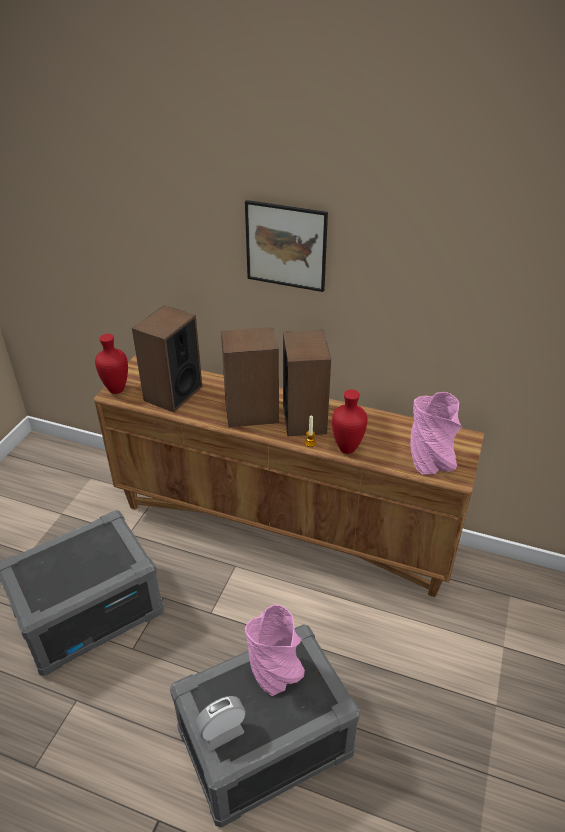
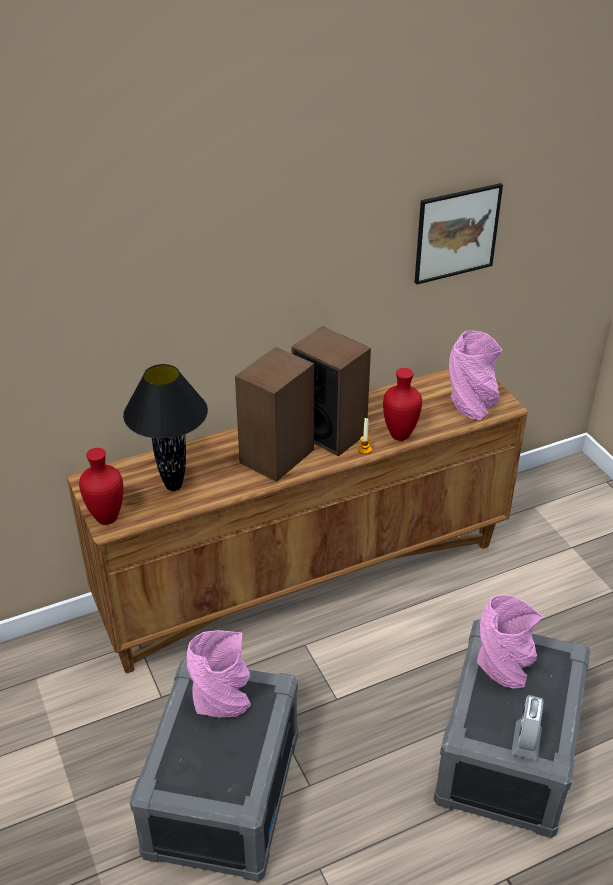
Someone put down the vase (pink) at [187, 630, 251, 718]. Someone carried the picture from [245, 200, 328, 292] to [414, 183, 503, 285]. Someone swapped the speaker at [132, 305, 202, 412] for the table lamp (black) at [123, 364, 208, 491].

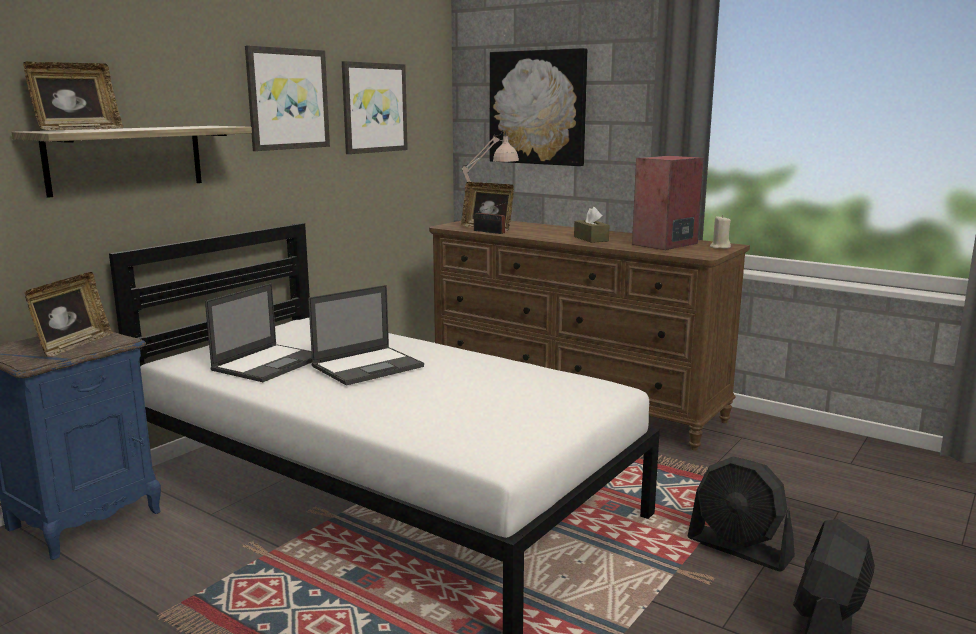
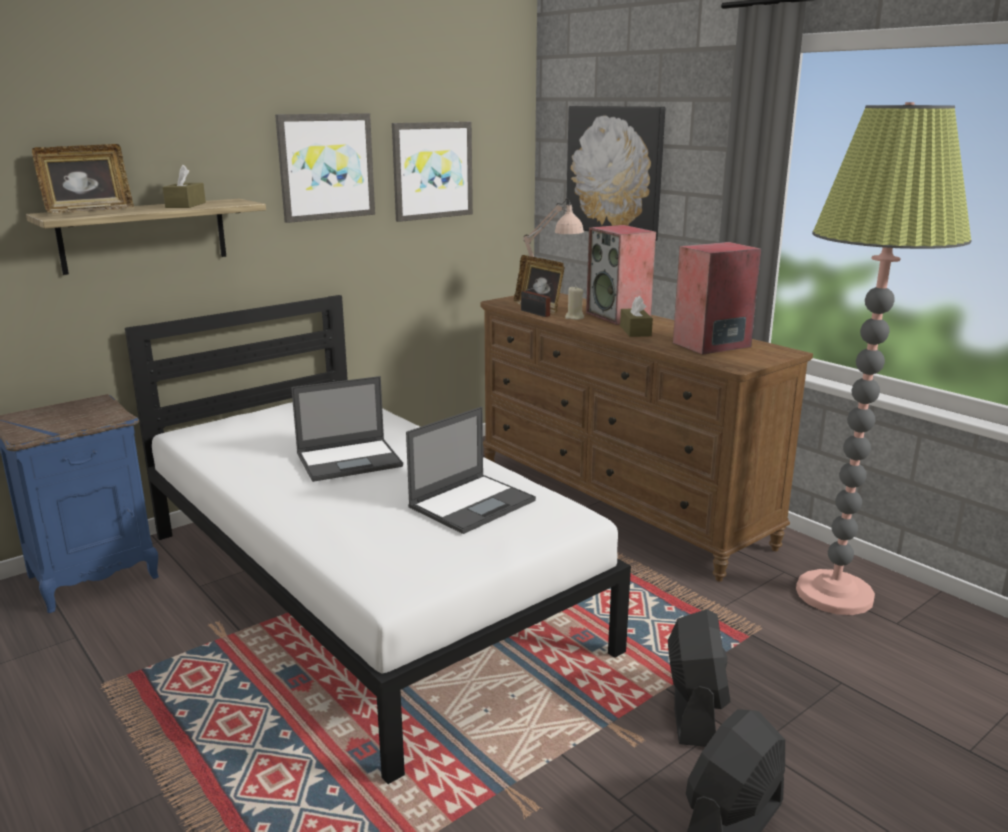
Someone took away the picture frame at [25, 272, 113, 357]. Someone put down the tissue box (brown) at [162, 165, 206, 208]. Someone put down the speaker at [586, 225, 656, 325]. Someone put down the floor lamp at [796, 102, 972, 615]. Someone carried the laptop from [205, 283, 312, 382] to [406, 407, 536, 534]. Someone carried the candle (beige) from [710, 215, 731, 249] to [565, 287, 584, 320]. Someone rotated the fan (black) at [687, 457, 795, 571] by 135 degrees counterclockwise.

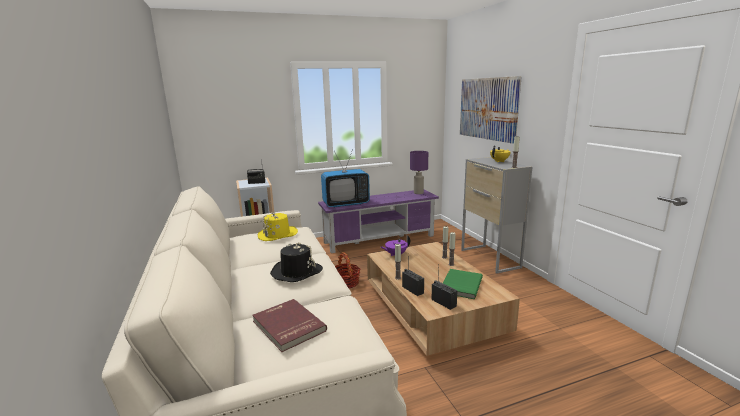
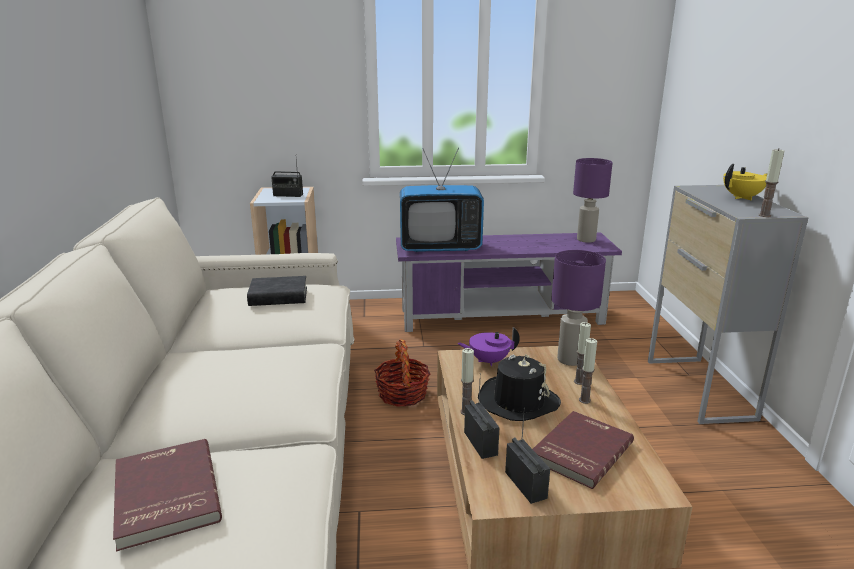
Someone took away the picture at [460, 76, 522, 144]. Someone put down the table lamp (purple) at [551, 250, 606, 366]. Someone carried the hat (black) from [270, 242, 323, 282] to [478, 354, 561, 421]. Someone swapped the hat (yellow) at [258, 212, 298, 241] for the book (black) at [247, 276, 307, 306]. Someone repainted the book (green) at [443, 269, 483, 299], which became the book (red) at [533, 411, 634, 489].

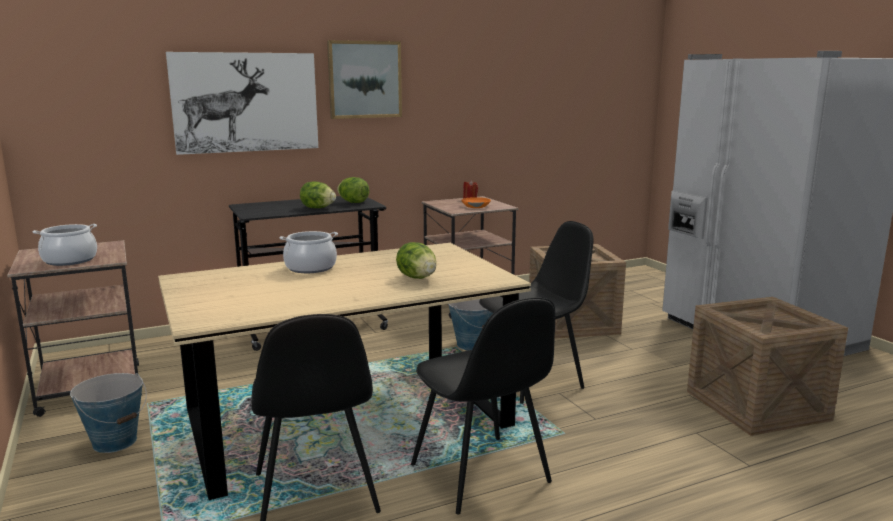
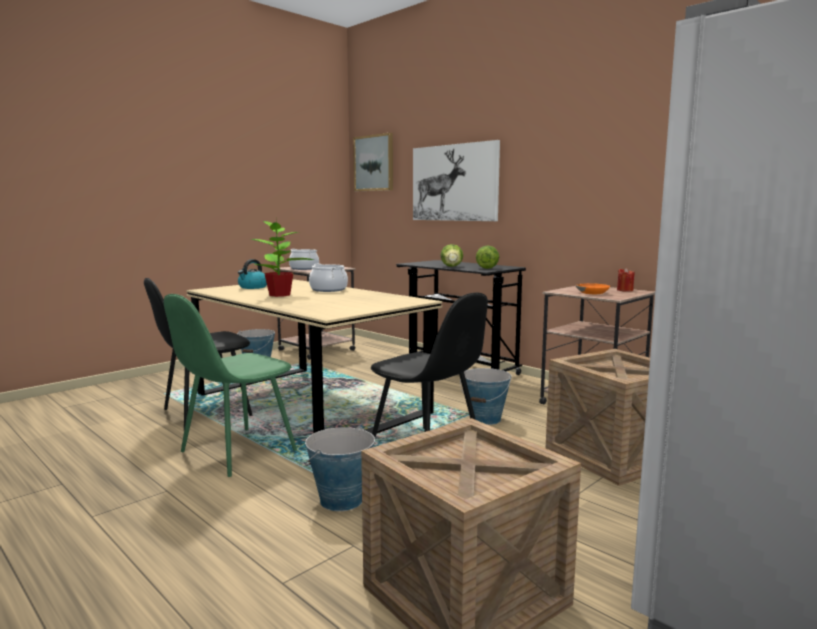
Someone took away the lettuce at [396, 242, 436, 279]. Someone put down the kettle at [238, 259, 267, 289]. Someone put down the potted plant at [251, 218, 314, 297]. Someone put down the bucket at [305, 426, 375, 511]. Someone carried the picture from [327, 40, 402, 119] to [353, 133, 393, 191]. Someone repainted the chair (black) at [411, 297, 555, 514], which became the chair (green) at [164, 294, 297, 477].

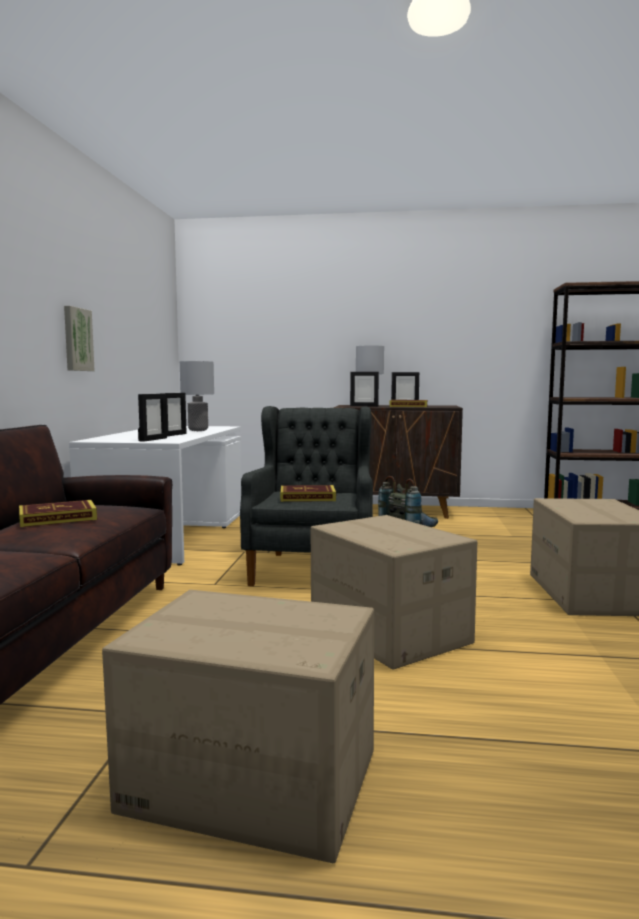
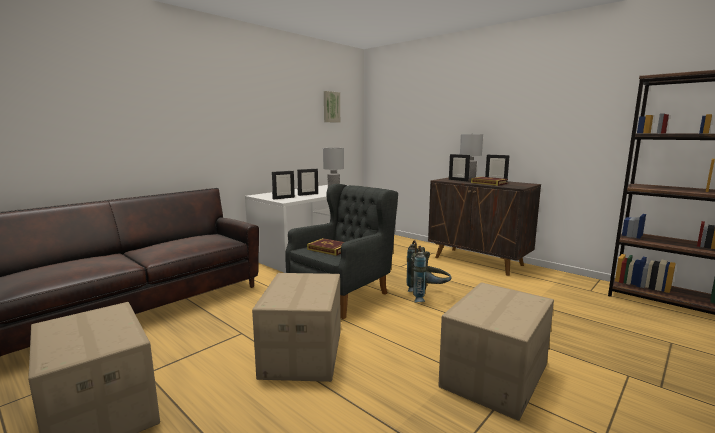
Someone took away the book at [19, 500, 97, 527]. Someone carried the picture from [64, 306, 95, 371] to [324, 91, 340, 123].

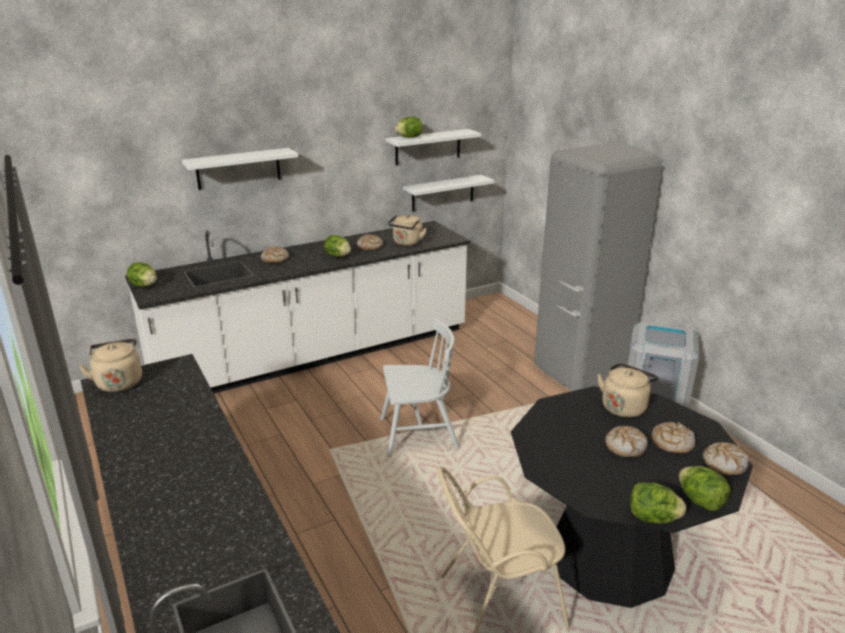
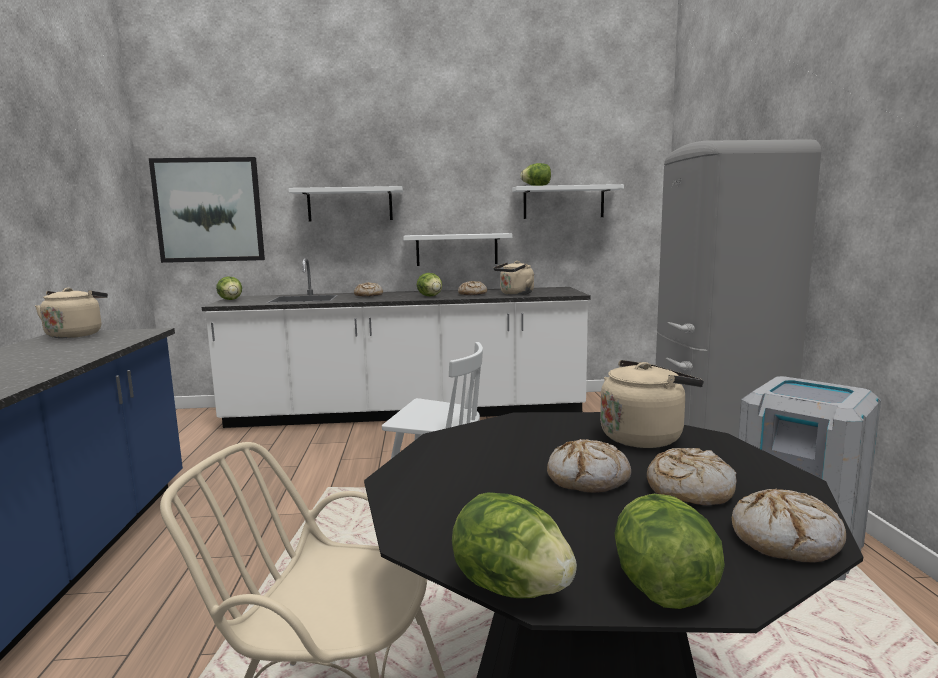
Someone put up the picture at [149, 157, 265, 263]. Someone carried the shelf (white) from [403, 175, 494, 211] to [403, 233, 512, 266].

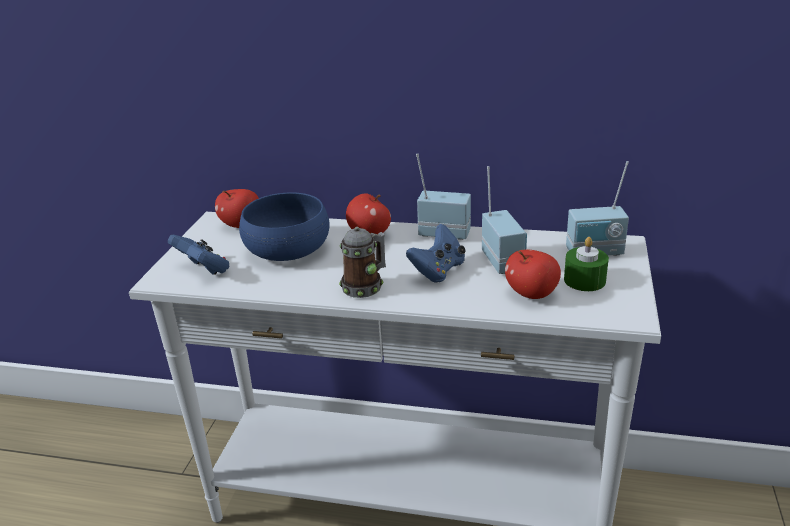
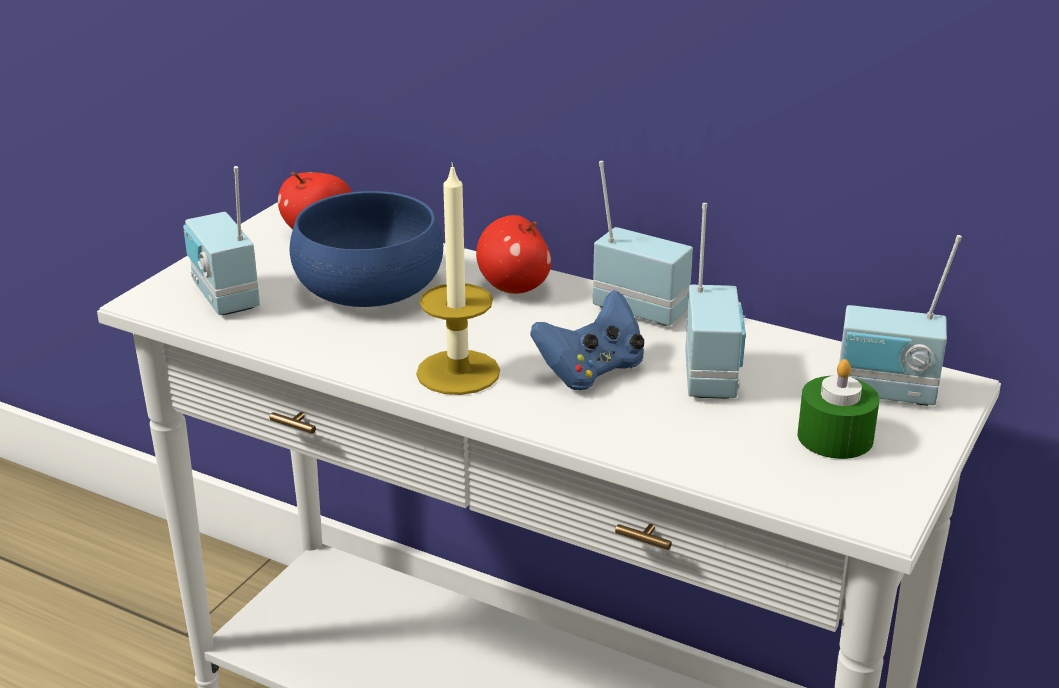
Someone took away the apple at [505, 249, 561, 299]. Someone swapped the game controller (blue) at [168, 234, 230, 275] for the radio at [183, 166, 260, 315]. Someone swapped the mug at [339, 227, 386, 298] for the candle at [416, 163, 500, 395].

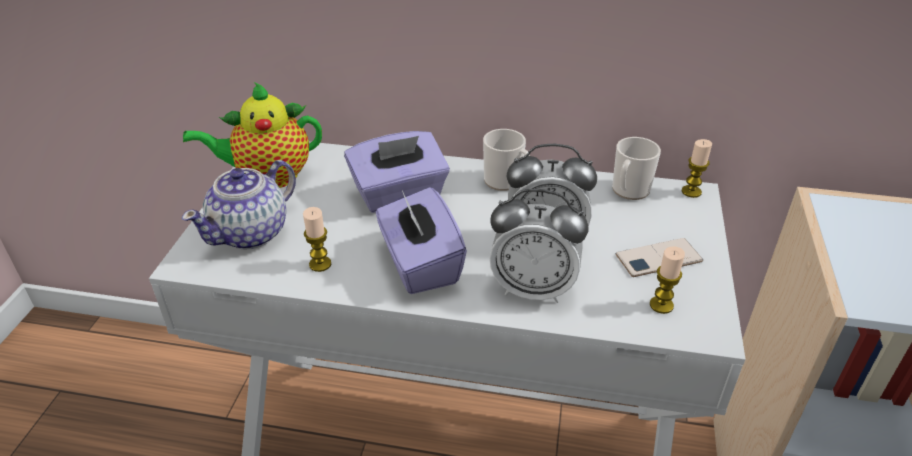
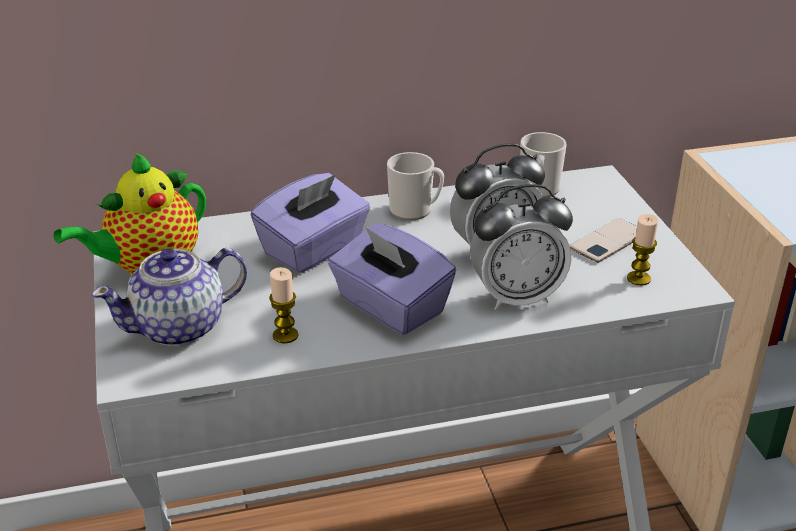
Someone took away the candle at [682, 139, 712, 198]. Someone rotated the teapot at [182, 160, 296, 250] by 45 degrees clockwise.

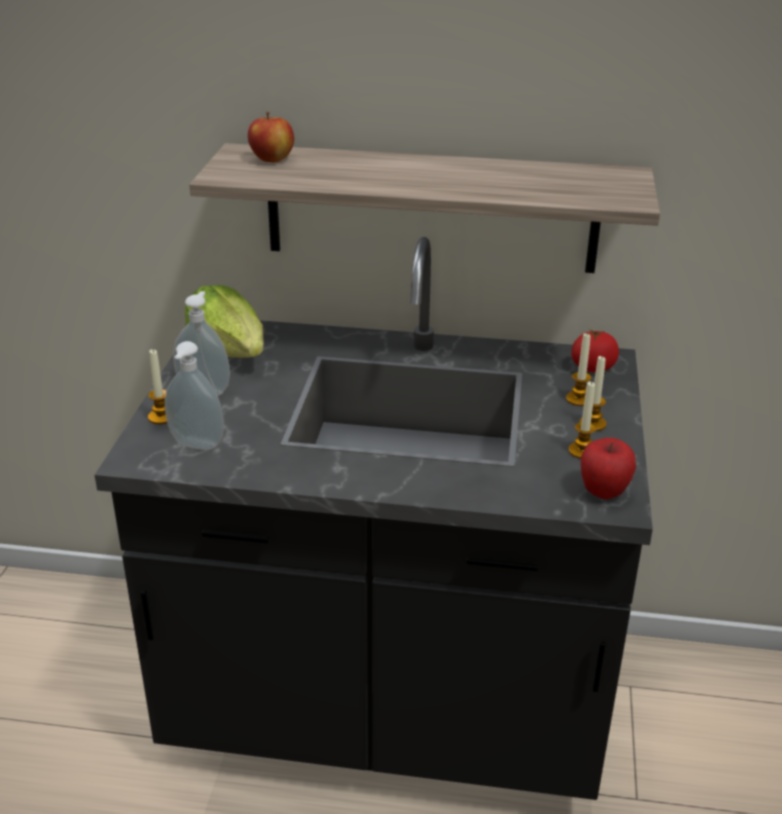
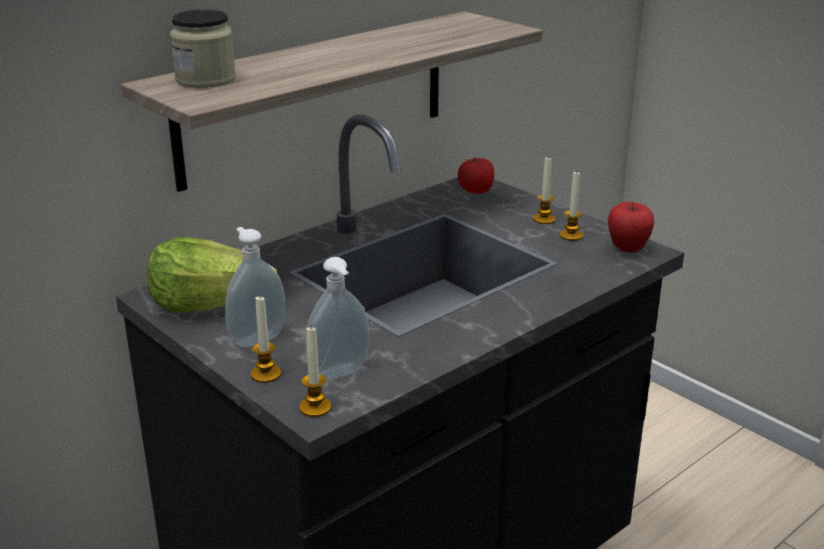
Someone carried the candle from [566, 333, 591, 406] to [299, 327, 331, 417]. Someone swapped the apple at [248, 112, 294, 162] for the jar at [170, 9, 236, 88].

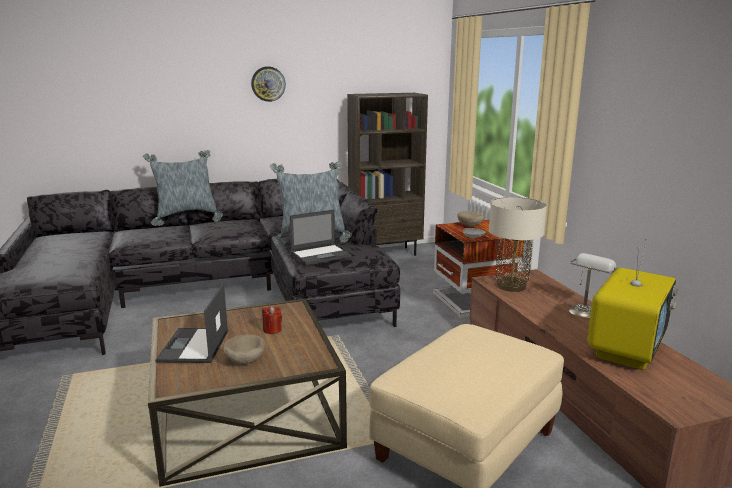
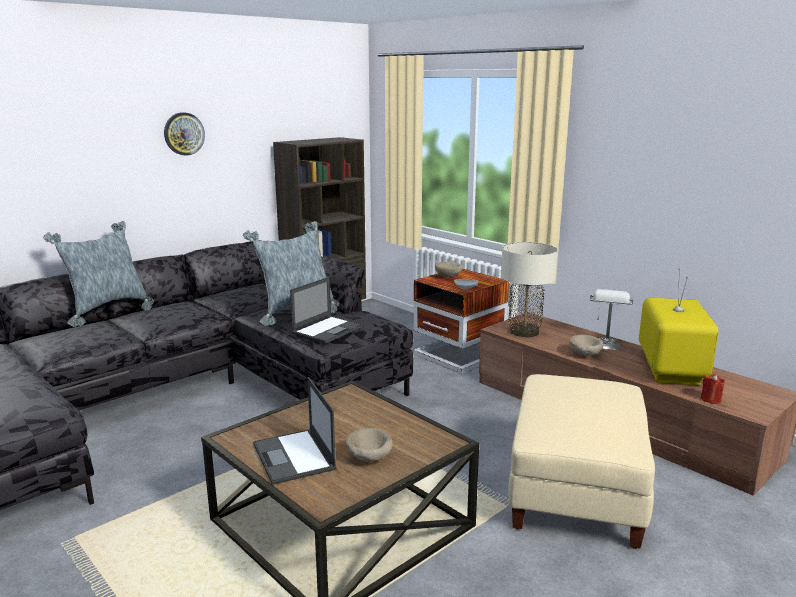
Someone put down the bowl (beige) at [569, 335, 604, 356]. Someone carried the candle (red) from [262, 306, 282, 334] to [701, 374, 725, 404].

